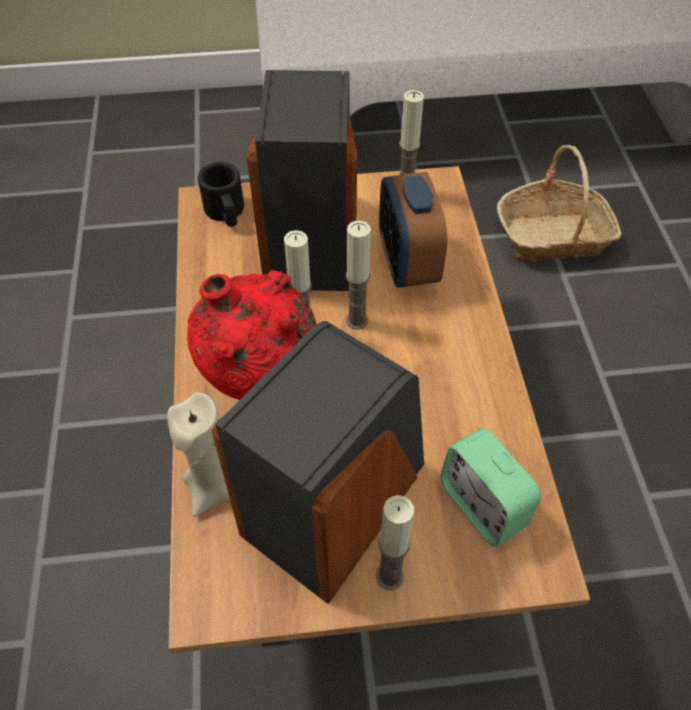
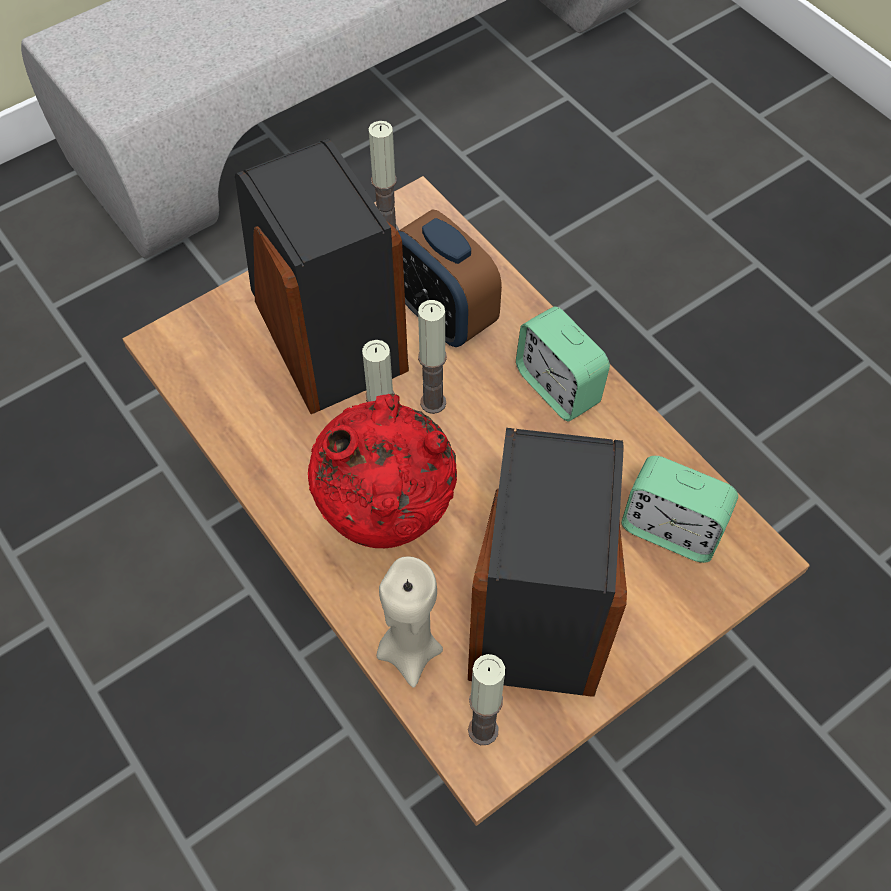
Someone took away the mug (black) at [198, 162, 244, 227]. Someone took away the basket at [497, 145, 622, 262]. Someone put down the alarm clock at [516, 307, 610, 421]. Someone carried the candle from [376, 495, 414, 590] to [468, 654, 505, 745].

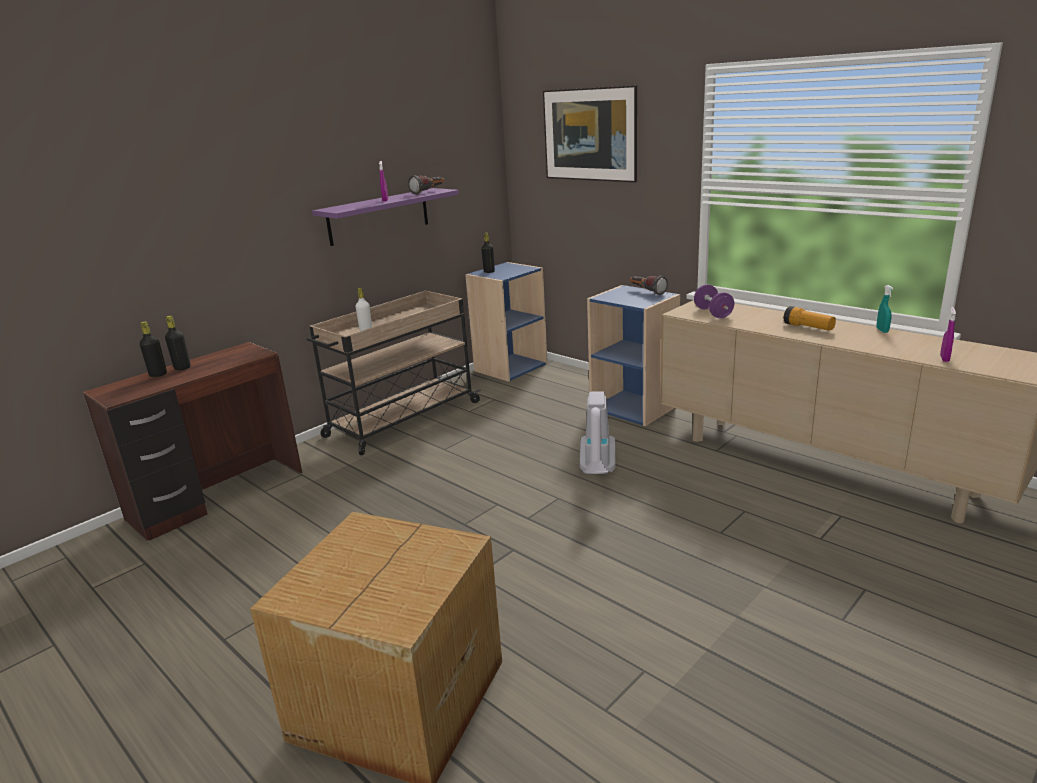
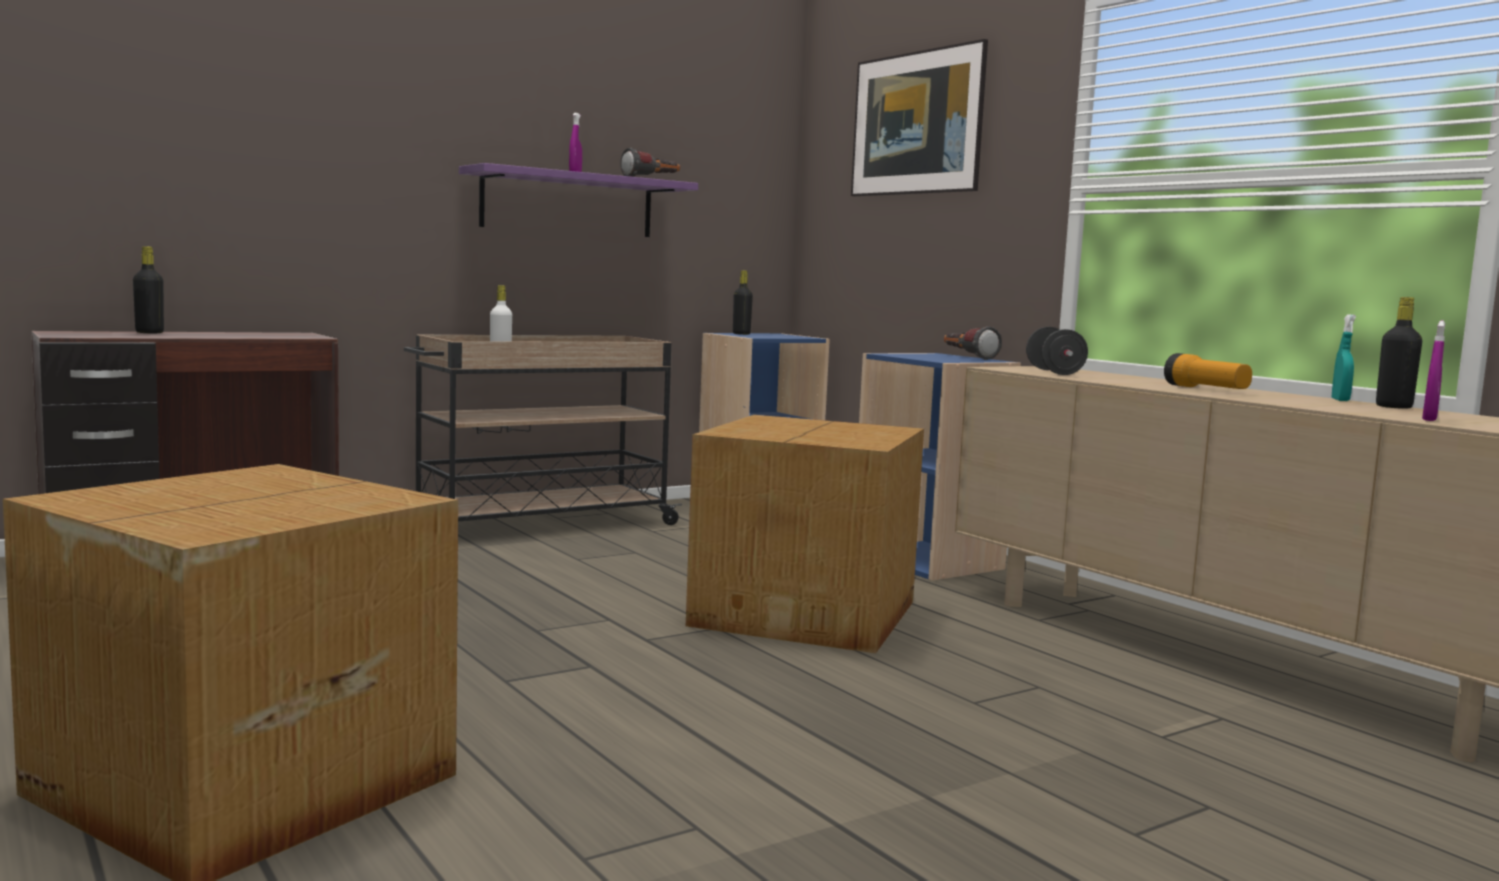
Someone carried the bottle (black) from [165, 316, 191, 370] to [1376, 297, 1422, 409]. Someone swapped the vacuum cleaner at [580, 391, 616, 474] for the cardboard box at [686, 415, 924, 653]. Someone repainted the dumbbell (purple) at [694, 284, 734, 318], which became the dumbbell (black) at [1026, 327, 1088, 375].

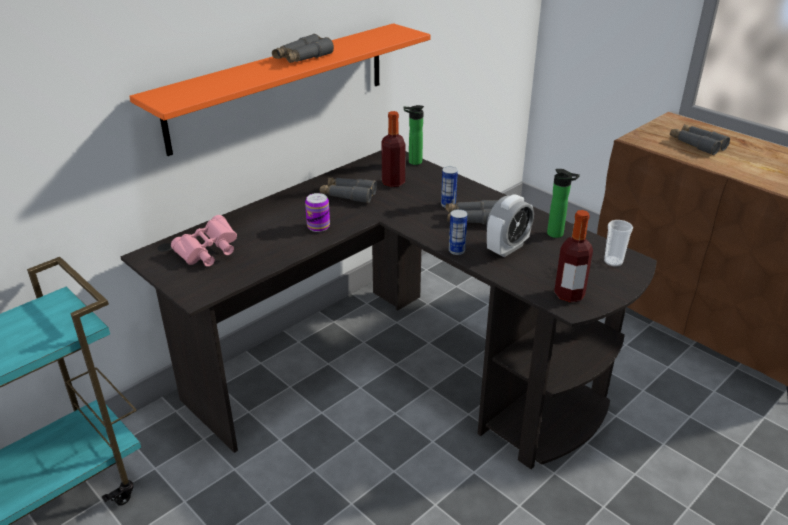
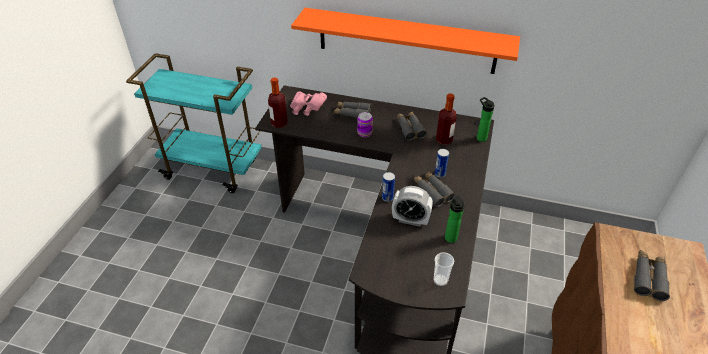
Someone carried the binoculars (grey) from [272, 34, 334, 63] to [334, 102, 371, 119]. Someone carried the bottle from [554, 210, 593, 302] to [268, 78, 288, 128].

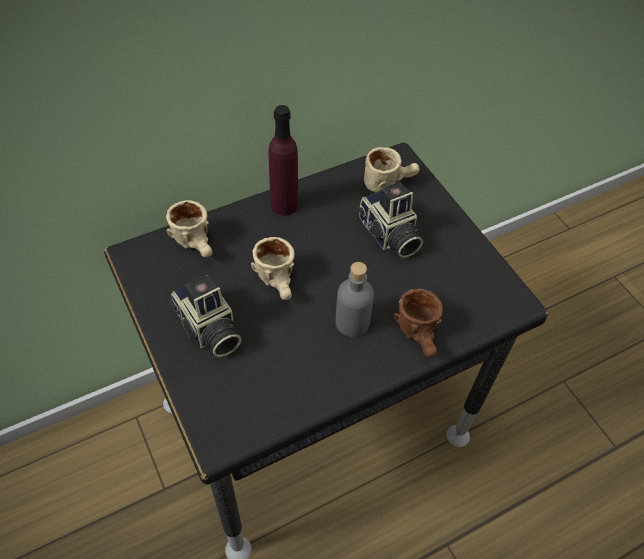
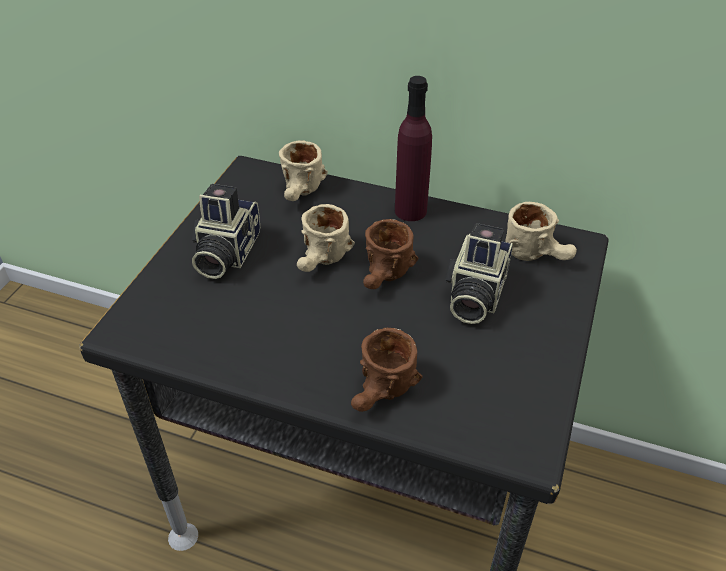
Someone took away the bottle (grey) at [336, 262, 374, 337]. Someone put down the mug (brown) at [363, 219, 418, 289].

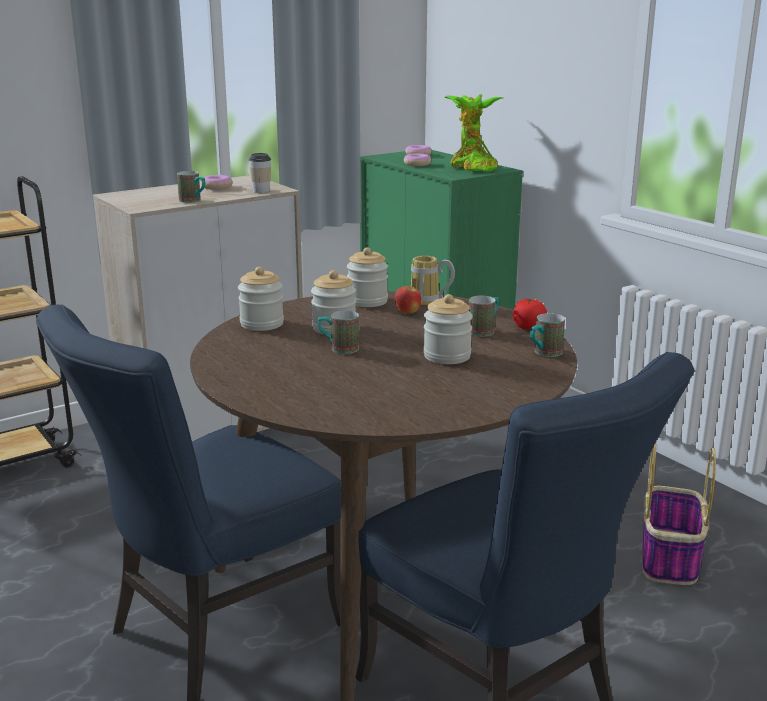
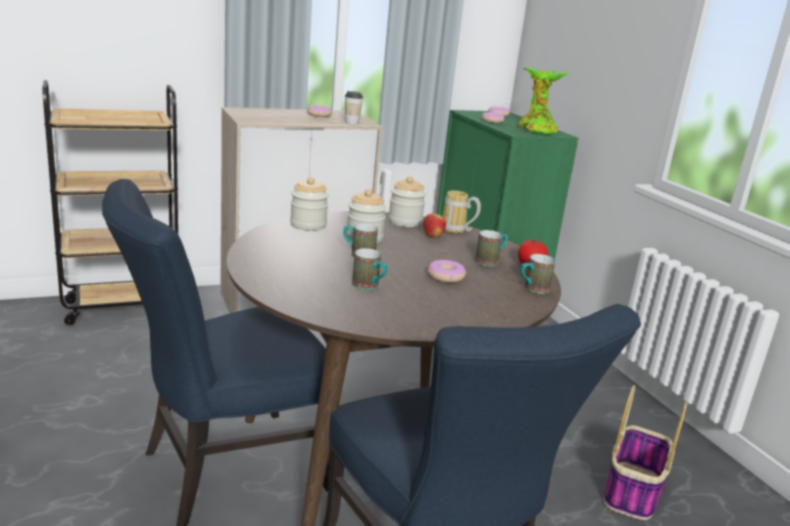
Someone carried the mug from [177, 171, 206, 203] to [352, 248, 387, 290]. Someone swapped the jar at [423, 294, 473, 364] for the donut at [428, 260, 466, 283].

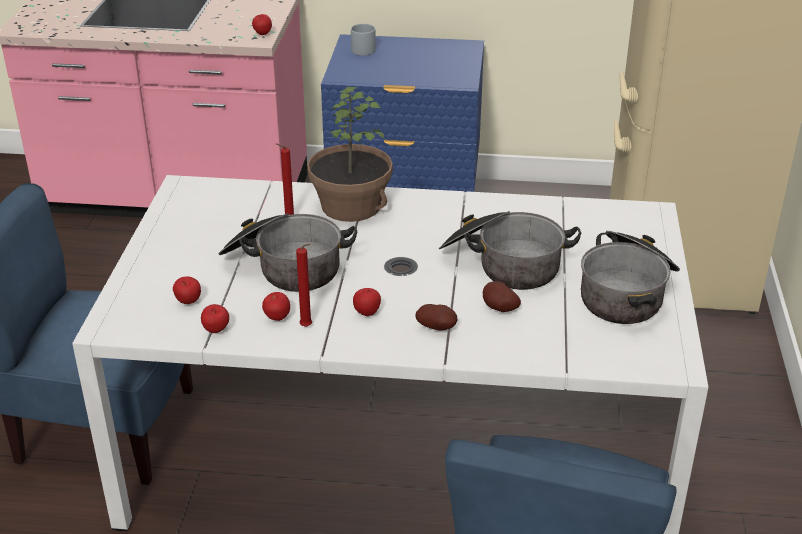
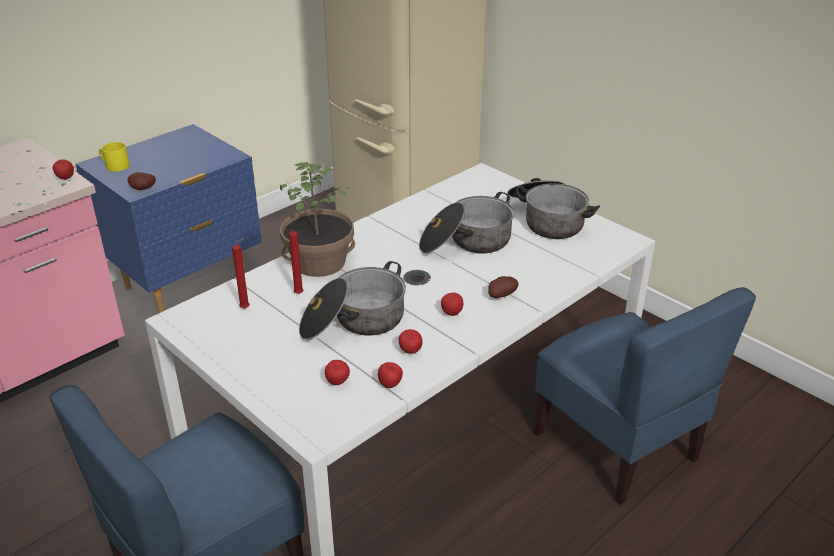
Someone carried the candle (red) from [296, 244, 312, 327] to [232, 238, 250, 309]. Someone carried the potato from [483, 281, 521, 312] to [128, 172, 156, 190]. Someone repainted the mug (grey) at [351, 24, 376, 56], which became the mug (yellow) at [99, 142, 130, 172].

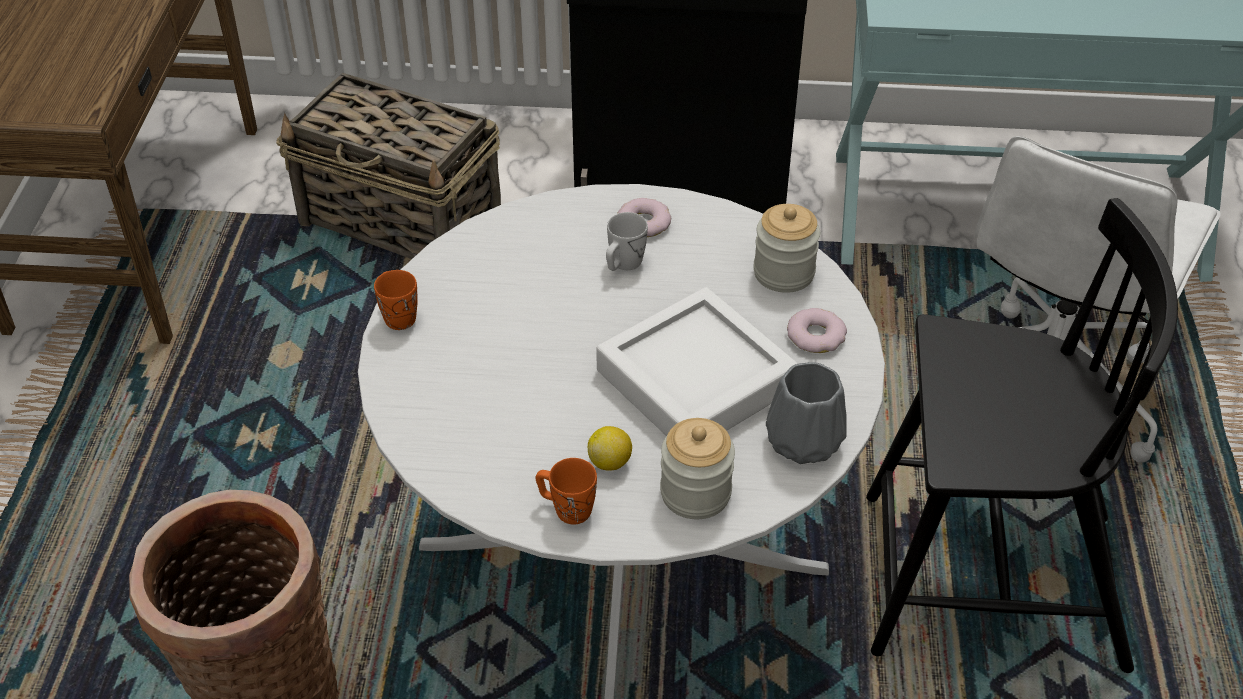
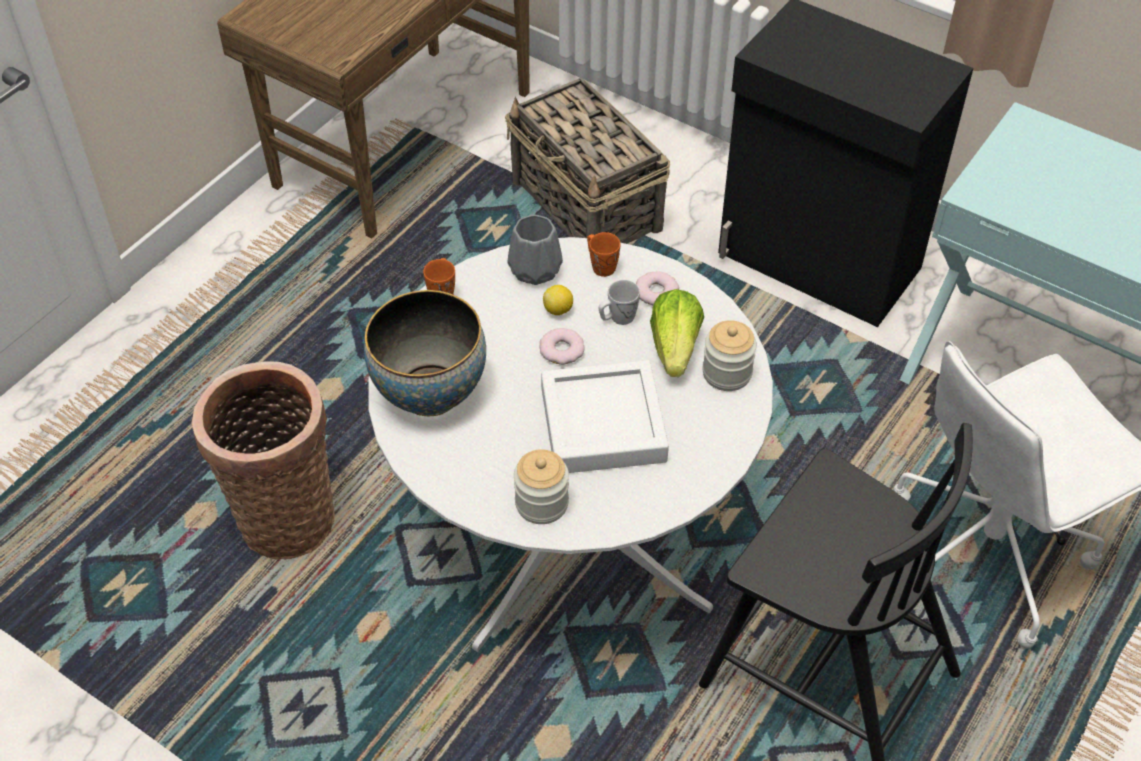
Someone put down the bowl at [364, 290, 486, 416]. Someone put down the lettuce at [650, 289, 704, 377]. Someone carried the mug (orange) from [536, 458, 597, 525] to [587, 232, 621, 277]. Someone carried the lemon from [588, 426, 632, 471] to [543, 285, 573, 315]. Someone carried the vase (grey) from [766, 362, 847, 464] to [507, 215, 563, 285]. Someone carried the donut from [787, 308, 847, 353] to [539, 328, 585, 365].

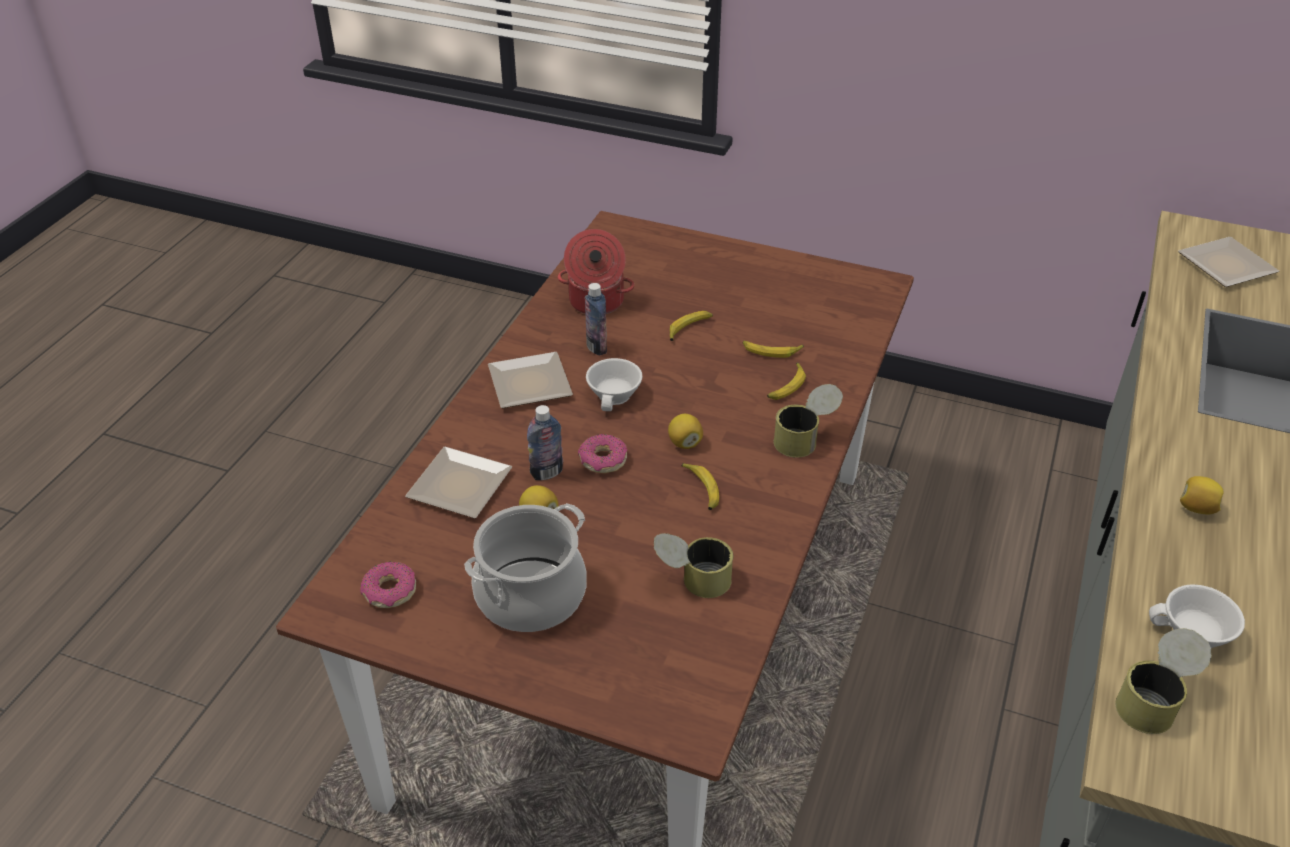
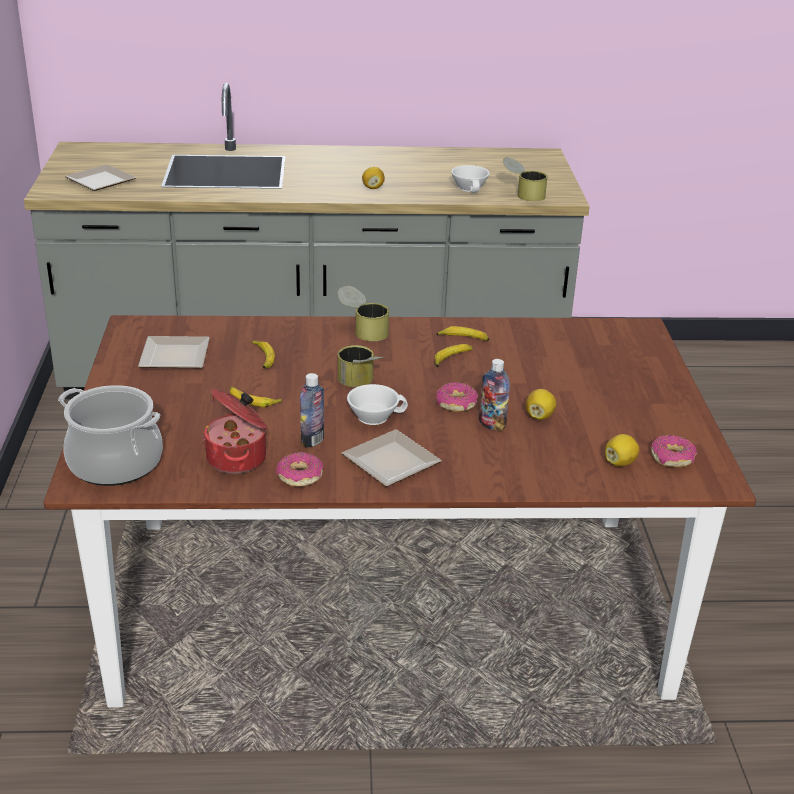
Someone put down the donut at [276, 452, 323, 487]. Someone carried the plate from [405, 447, 512, 518] to [138, 336, 210, 368]. Someone carried the cooking pot from [464, 503, 587, 632] to [58, 385, 163, 486]. Someone carried the can from [654, 533, 733, 598] to [337, 345, 385, 387]. Someone carried the lemon from [668, 414, 703, 449] to [605, 434, 639, 467]. Someone carried the banana from [767, 362, 806, 400] to [437, 326, 489, 341].

